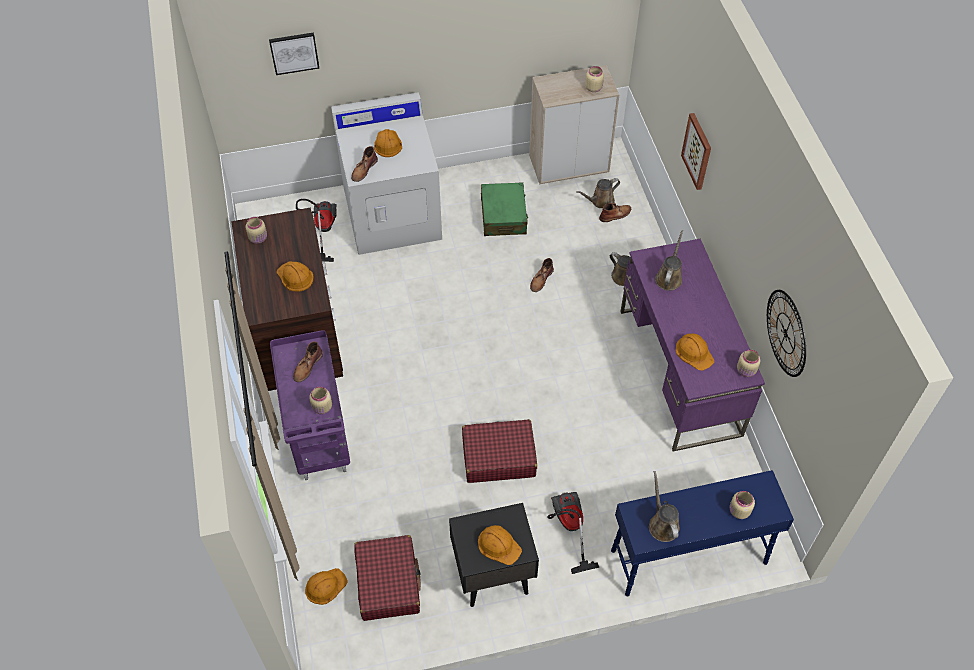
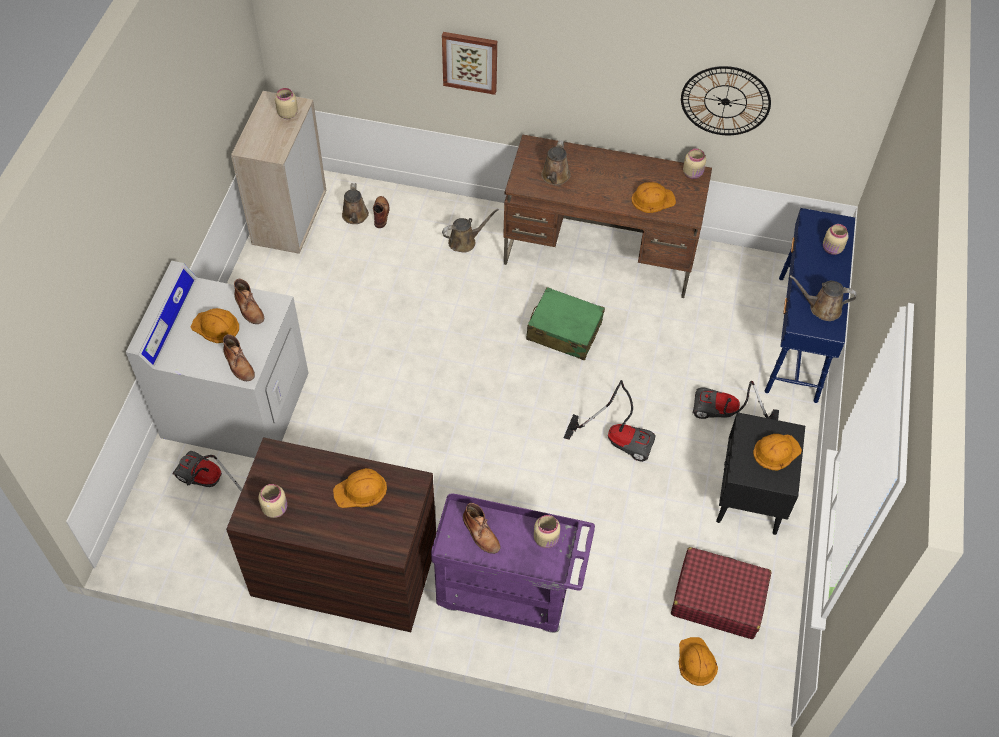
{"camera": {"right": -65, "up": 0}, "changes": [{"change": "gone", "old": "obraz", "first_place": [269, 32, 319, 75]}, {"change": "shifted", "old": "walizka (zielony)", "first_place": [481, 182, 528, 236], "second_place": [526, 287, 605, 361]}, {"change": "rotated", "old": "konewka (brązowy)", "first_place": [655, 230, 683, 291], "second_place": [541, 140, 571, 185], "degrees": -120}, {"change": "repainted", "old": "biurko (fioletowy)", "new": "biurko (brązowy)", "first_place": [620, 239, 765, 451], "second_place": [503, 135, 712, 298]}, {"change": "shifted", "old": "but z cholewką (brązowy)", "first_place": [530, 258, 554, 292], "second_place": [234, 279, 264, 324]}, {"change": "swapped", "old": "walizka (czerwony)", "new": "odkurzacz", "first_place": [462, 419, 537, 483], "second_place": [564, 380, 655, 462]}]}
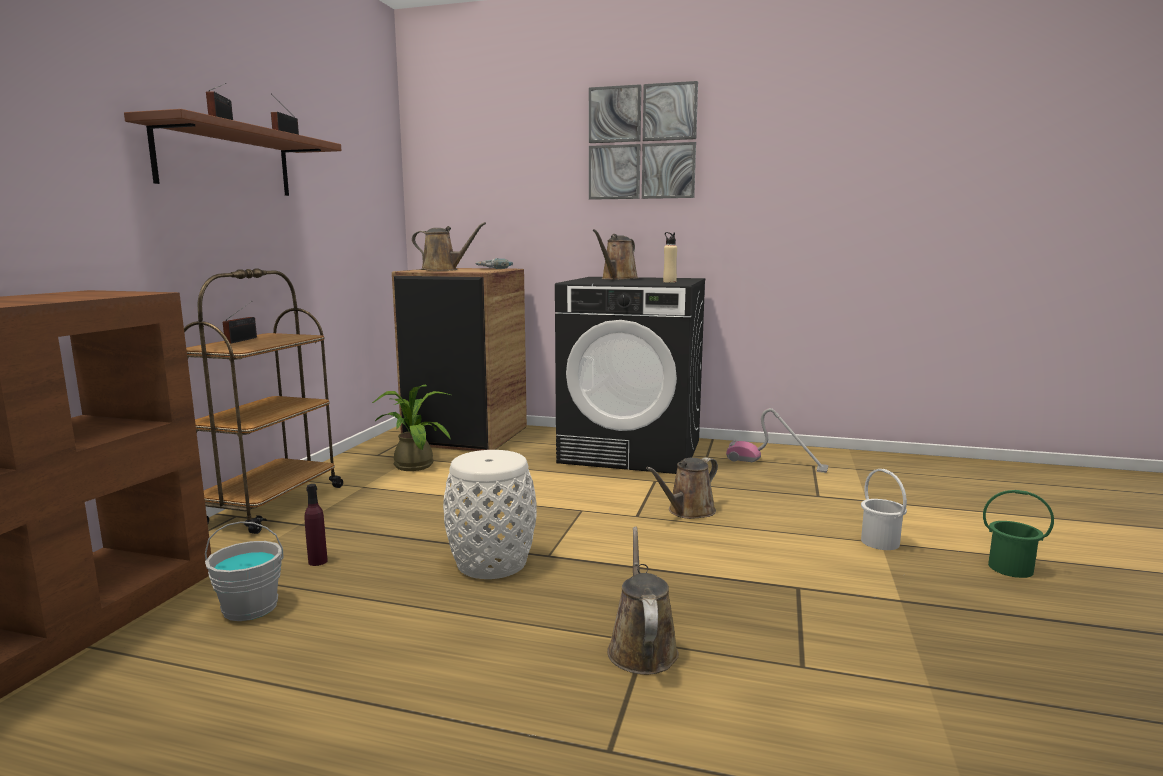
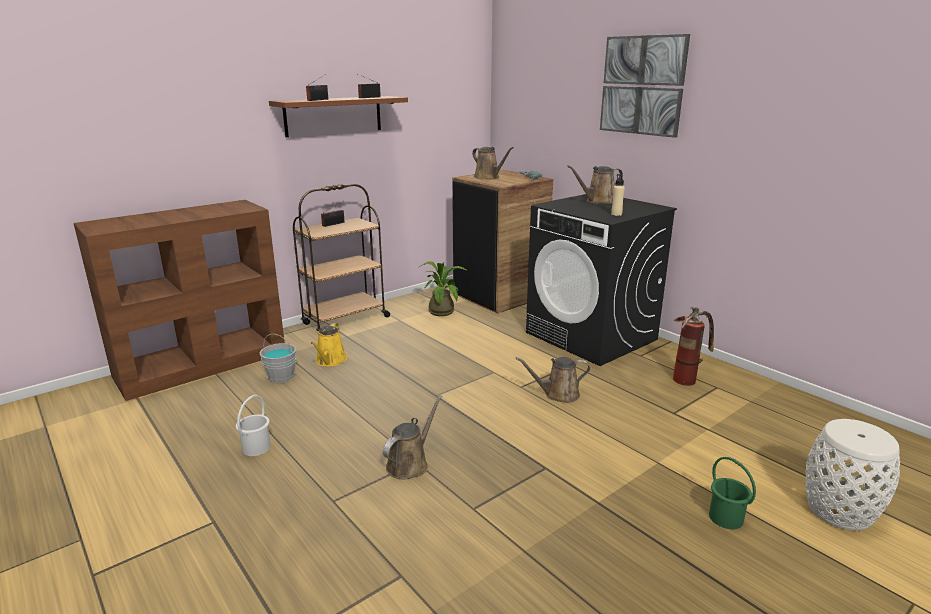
{"camera": {"right": 35, "up": 10}, "changes": [{"change": "swapped", "old": "odkurzacz", "new": "gaśnica", "first_place": [726, 408, 828, 473], "second_place": [673, 307, 714, 386]}, {"change": "shifted", "old": "stołek (biały)", "first_place": [443, 450, 537, 579], "second_place": [806, 419, 900, 531]}, {"change": "shifted", "old": "wiadro (biały)", "first_place": [861, 469, 907, 550], "second_place": [236, 395, 271, 456]}, {"change": "swapped", "old": "butelka (fioletowy)", "new": "konewka (żółty)", "first_place": [304, 484, 328, 566], "second_place": [311, 323, 347, 367]}]}
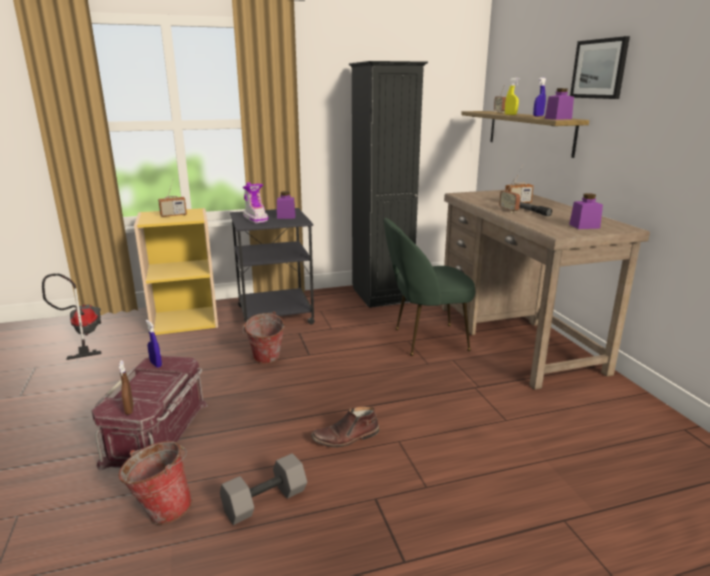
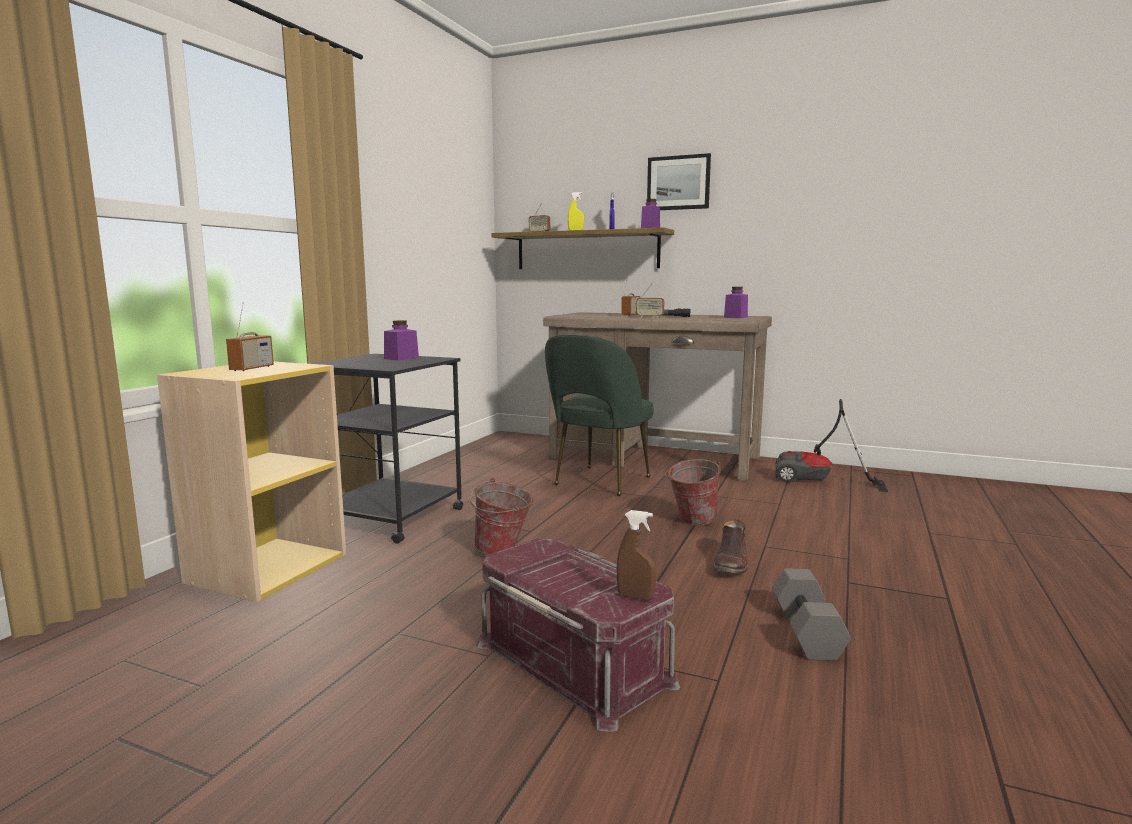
{"camera": {"right": -50, "up": -10}, "changes": [{"change": "gone", "old": "szafka (czarny)", "first_place": [349, 61, 428, 308]}, {"change": "gone", "old": "but z cholewką", "first_place": [243, 182, 268, 223]}, {"change": "shifted", "old": "odkurzacz", "first_place": [42, 274, 101, 360], "second_place": [776, 399, 888, 492]}, {"change": "gone", "old": "spryskiwacz (niebieski)", "first_place": [146, 320, 162, 368]}, {"change": "shifted", "old": "wiadro", "first_place": [118, 441, 192, 525], "second_place": [665, 459, 721, 526]}]}
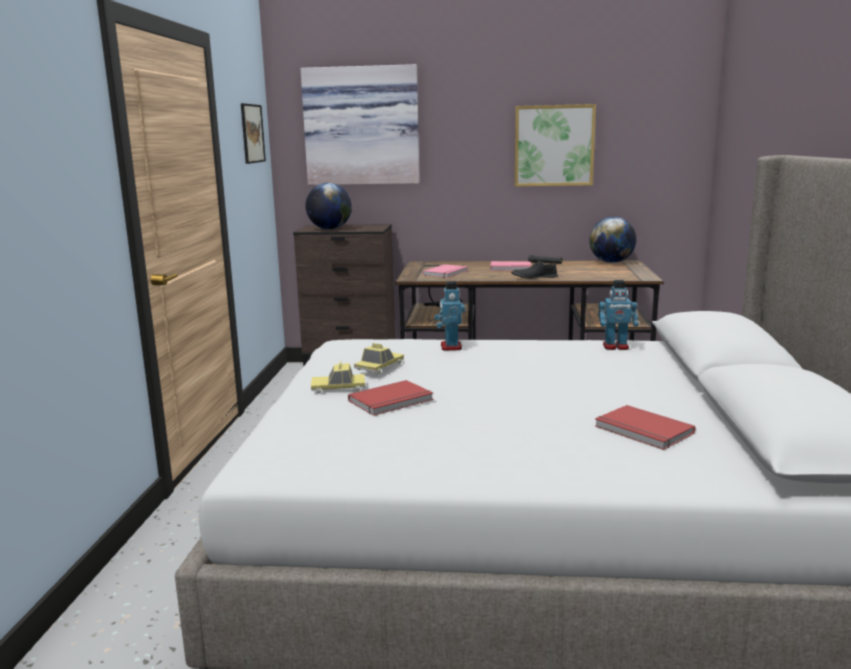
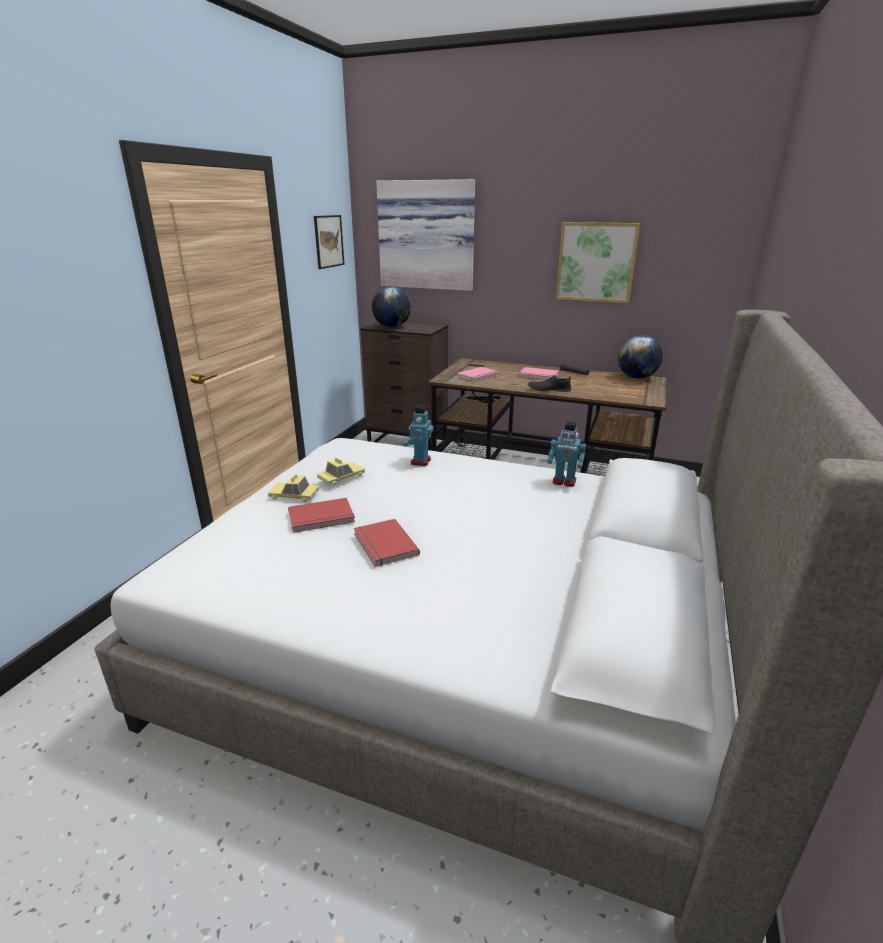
{"camera": {"right": 15, "up": 10}, "changes": [{"change": "shifted", "old": "książka (czerwony)", "first_place": [595, 405, 695, 450], "second_place": [354, 519, 420, 567]}]}
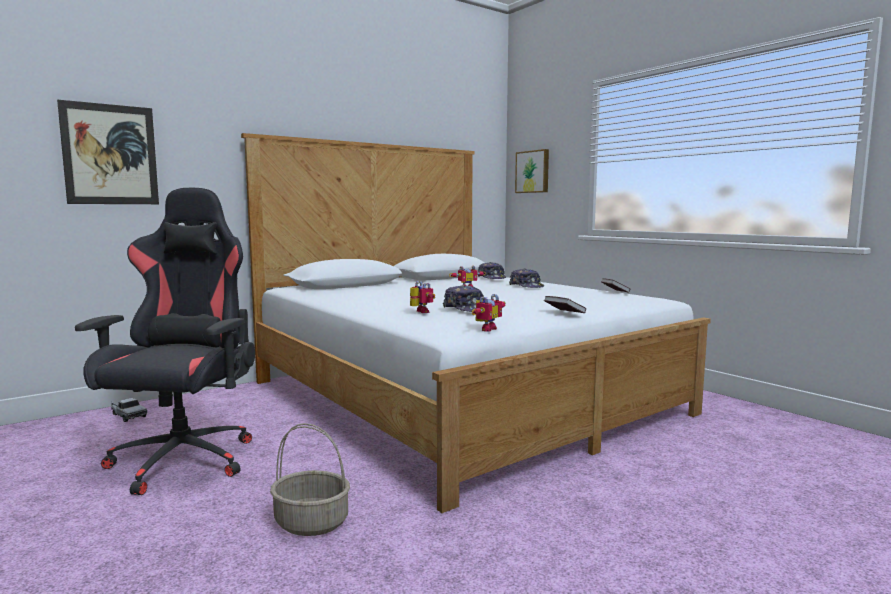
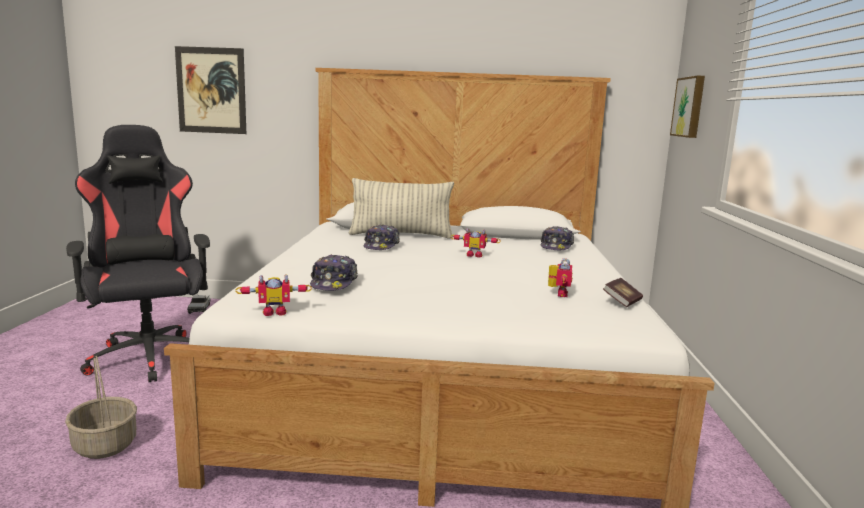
{"camera": {"right": 40, "up": 5}, "changes": [{"change": "rotated", "old": "krzesło biurowe (czarny)", "first_place": [75, 188, 255, 495], "second_place": [66, 125, 210, 382], "degrees": -75}, {"change": "shifted", "old": "czapka z daszkiem", "first_place": [509, 268, 544, 288], "second_place": [363, 225, 400, 250]}, {"change": "shifted", "old": "robot zabawkowy", "first_place": [410, 281, 435, 313], "second_place": [548, 258, 572, 297]}, {"change": "gone", "old": "książka", "first_place": [544, 296, 586, 313]}, {"change": "new", "new": "poduszka", "second_place": [349, 178, 454, 238]}]}
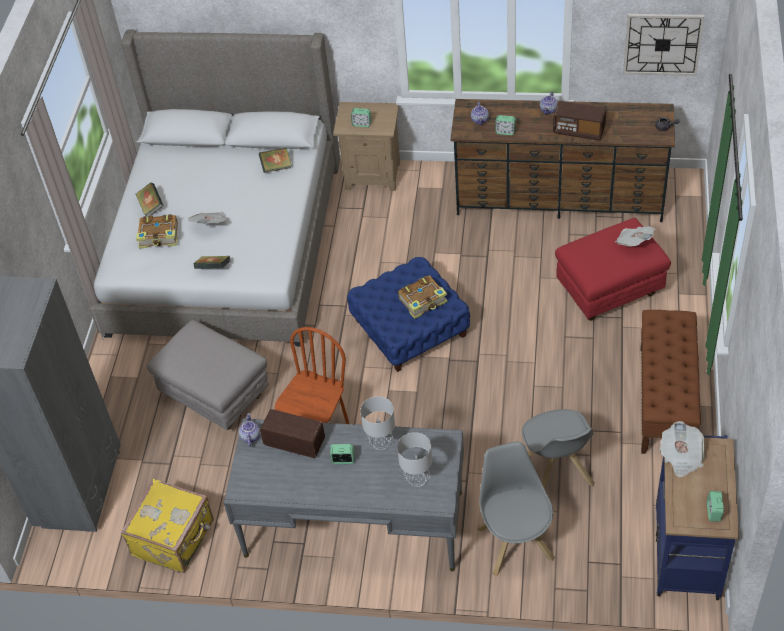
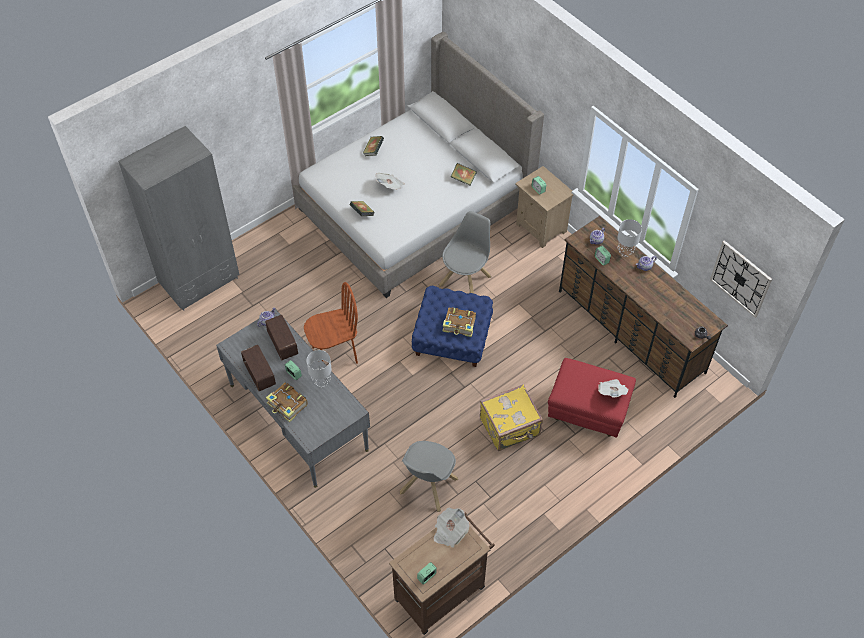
{"camera": {"right": 40, "up": 5}, "changes": [{"change": "shifted", "old": "radio", "first_place": [553, 101, 606, 140], "second_place": [241, 345, 276, 391]}, {"change": "shifted", "old": "książka", "first_place": [136, 214, 178, 249], "second_place": [266, 382, 308, 422]}, {"change": "gone", "old": "ławka (brązowy)", "first_place": [641, 310, 701, 454]}, {"change": "gone", "old": "pufa (szary)", "first_place": [147, 320, 269, 430]}, {"change": "shifted", "old": "lampa stołowa (szary)", "first_place": [397, 432, 432, 487], "second_place": [617, 219, 642, 257]}, {"change": "repainted", "old": "wózek (niebieski)", "new": "wózek (brązowy)", "first_place": [656, 435, 739, 600], "second_place": [389, 512, 495, 635]}, {"change": "shifted", "old": "krzesło (szary)", "first_place": [477, 442, 555, 576], "second_place": [439, 211, 491, 293]}, {"change": "shifted", "old": "walizka (żółty)", "first_place": [121, 478, 214, 573], "second_place": [480, 385, 543, 451]}]}
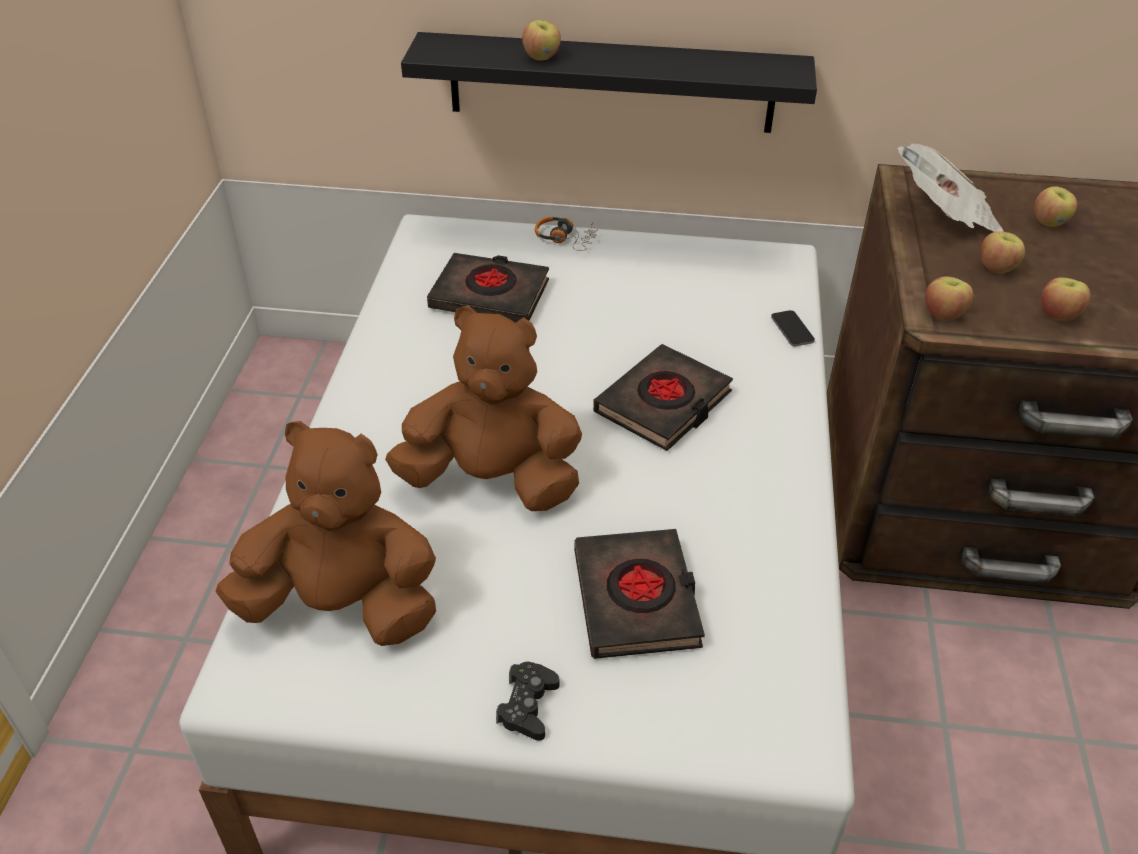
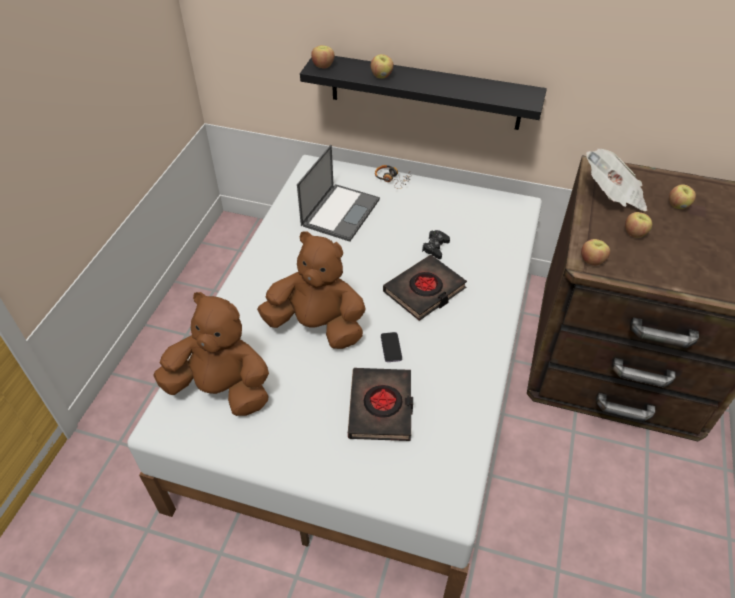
{"camera": {"right": 10, "up": 5}, "changes": [{"change": "swapped", "old": "książka (czarny)", "new": "laptop", "first_place": [427, 253, 549, 323], "second_place": [297, 145, 380, 242]}, {"change": "shifted", "old": "jabłko", "first_place": [1041, 277, 1090, 321], "second_place": [311, 45, 335, 69]}, {"change": "shifted", "old": "telefon", "first_place": [771, 310, 815, 347], "second_place": [381, 332, 402, 362]}, {"change": "shifted", "old": "pad do gier (czarny)", "first_place": [496, 662, 560, 740], "second_place": [422, 230, 450, 259]}]}
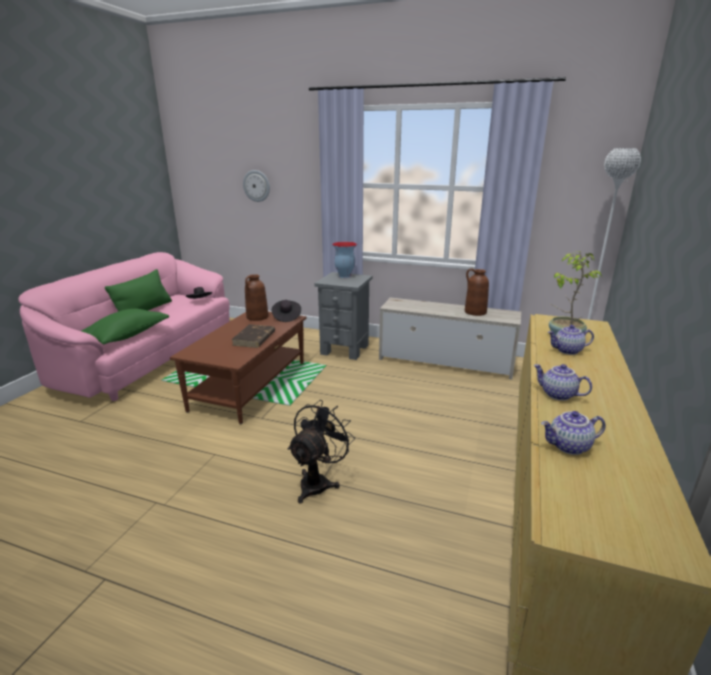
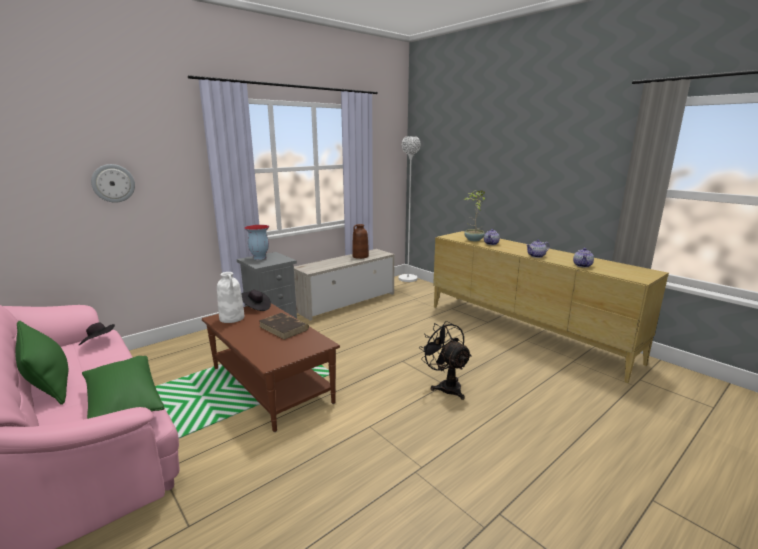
{"camera": {"right": -60, "up": -5}, "changes": [{"change": "repainted", "old": "wazon (brązowy)", "new": "wazon (biały)", "first_place": [245, 274, 268, 321], "second_place": [217, 272, 244, 323]}]}
